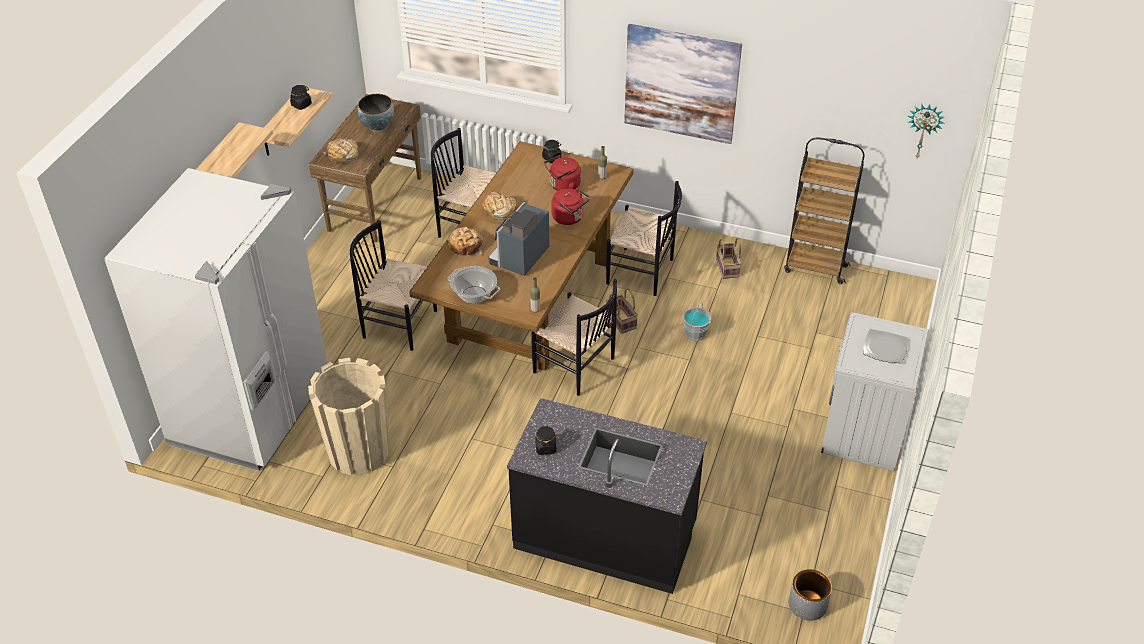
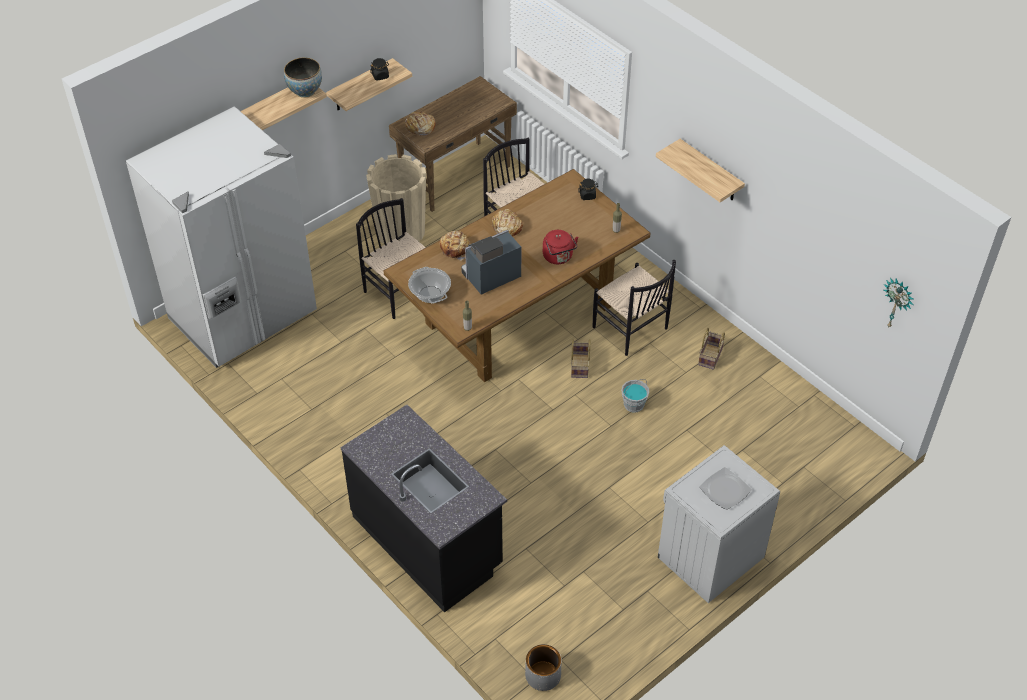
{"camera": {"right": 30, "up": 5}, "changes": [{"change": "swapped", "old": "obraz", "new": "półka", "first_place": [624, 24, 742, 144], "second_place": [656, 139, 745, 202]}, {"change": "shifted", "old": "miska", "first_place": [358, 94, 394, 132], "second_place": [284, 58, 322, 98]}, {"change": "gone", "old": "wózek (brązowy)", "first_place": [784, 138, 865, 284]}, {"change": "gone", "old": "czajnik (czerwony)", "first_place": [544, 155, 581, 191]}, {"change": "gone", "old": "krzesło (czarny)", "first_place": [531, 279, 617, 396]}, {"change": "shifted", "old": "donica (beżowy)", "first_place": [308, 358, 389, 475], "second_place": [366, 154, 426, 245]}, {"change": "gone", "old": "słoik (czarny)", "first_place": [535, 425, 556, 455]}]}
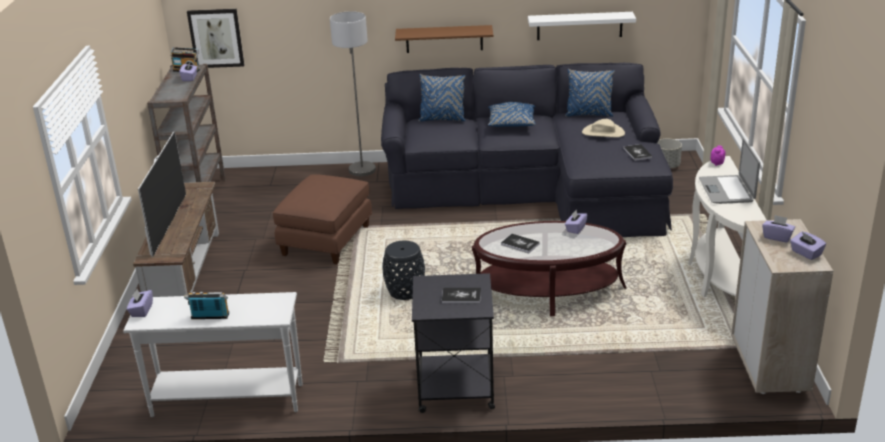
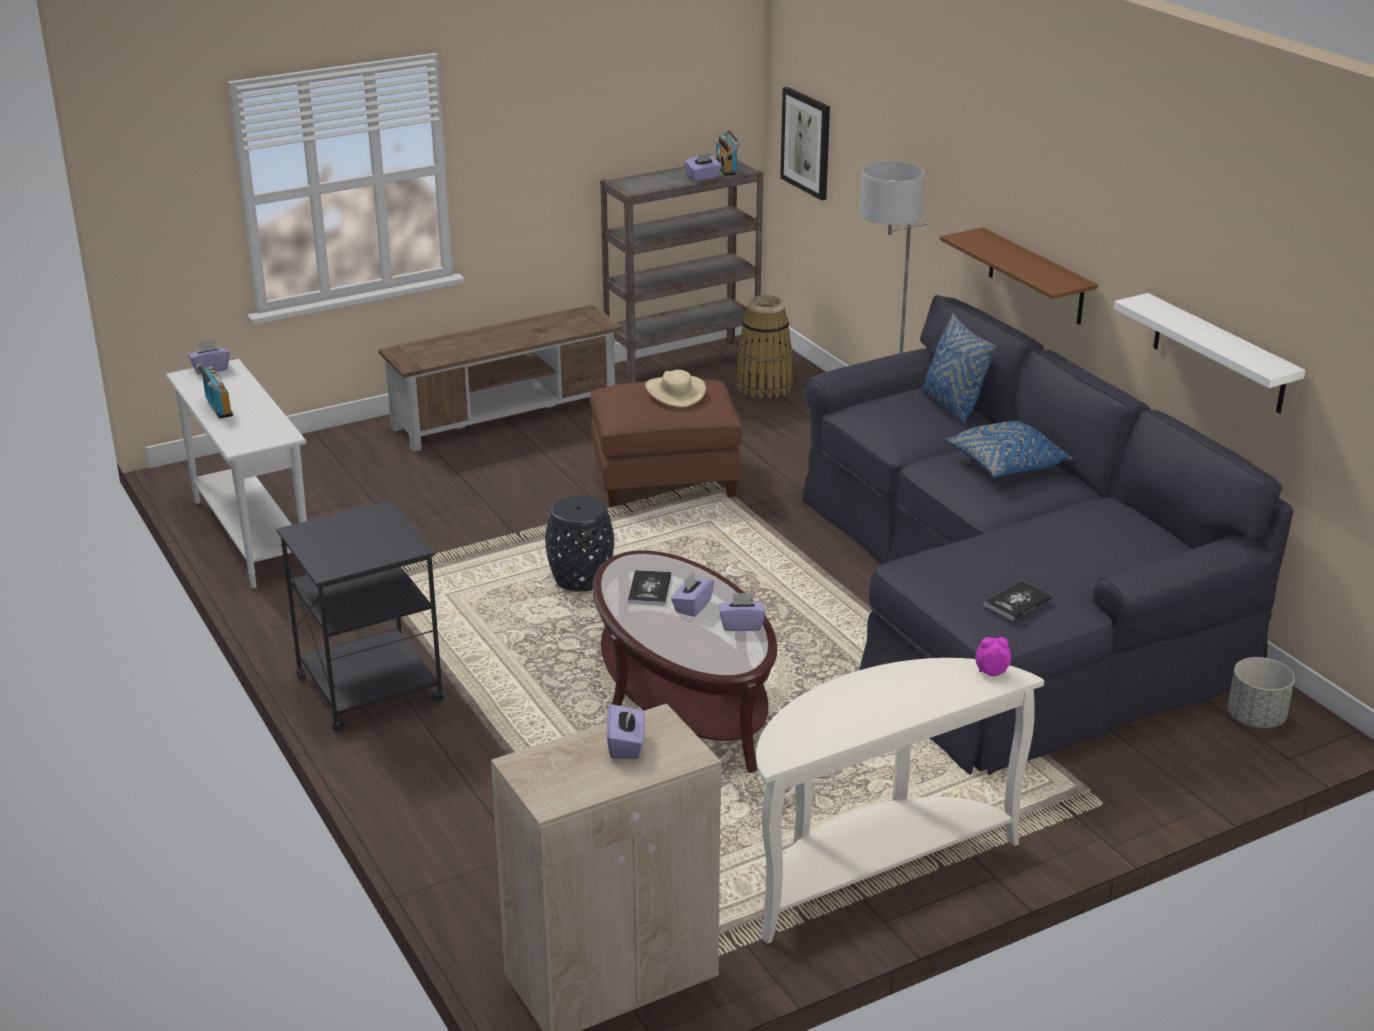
{"camera": {"right": 60, "up": 0}, "changes": [{"change": "gone", "old": "poduszka (niebieski)", "first_place": [565, 69, 615, 117]}, {"change": "shifted", "old": "kapelusz (beżowy)", "first_place": [582, 119, 625, 137], "second_place": [645, 370, 706, 407]}, {"change": "gone", "old": "telewizor", "first_place": [138, 132, 186, 257]}, {"change": "gone", "old": "laptop", "first_place": [699, 139, 760, 204]}, {"change": "shifted", "old": "pudełko chusteczek (fioletowy)", "first_place": [790, 231, 826, 260], "second_place": [671, 572, 714, 617]}, {"change": "gone", "old": "książka", "first_place": [442, 288, 481, 304]}, {"change": "new", "new": "koszyk", "second_place": [736, 295, 793, 399]}]}
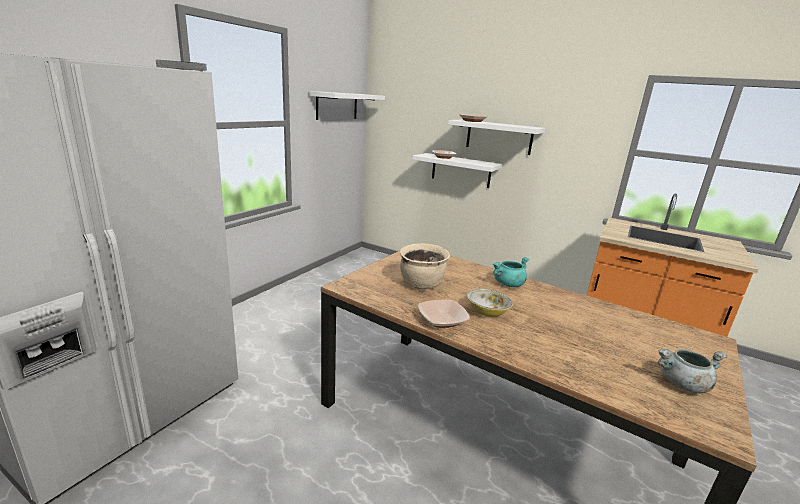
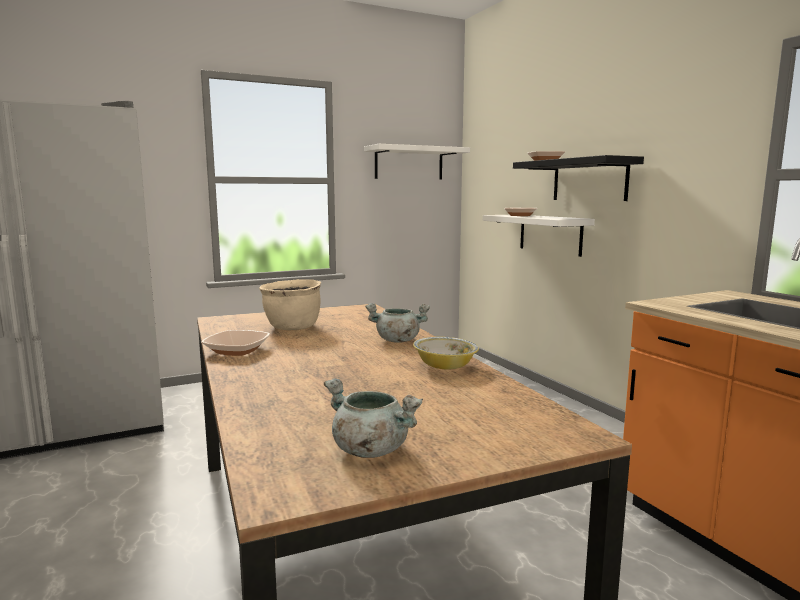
{"camera": {"right": 35, "up": -10}, "changes": [{"change": "repainted", "old": "półka (biały)", "new": "półka (czarny)", "first_place": [448, 120, 546, 155], "second_place": [513, 155, 644, 201]}, {"change": "repainted", "old": "garnek (turkusowy)", "new": "garnek (szary)", "first_place": [493, 257, 529, 287], "second_place": [365, 303, 430, 343]}, {"change": "shifted", "old": "miska", "first_place": [467, 289, 513, 317], "second_place": [413, 337, 479, 370]}]}
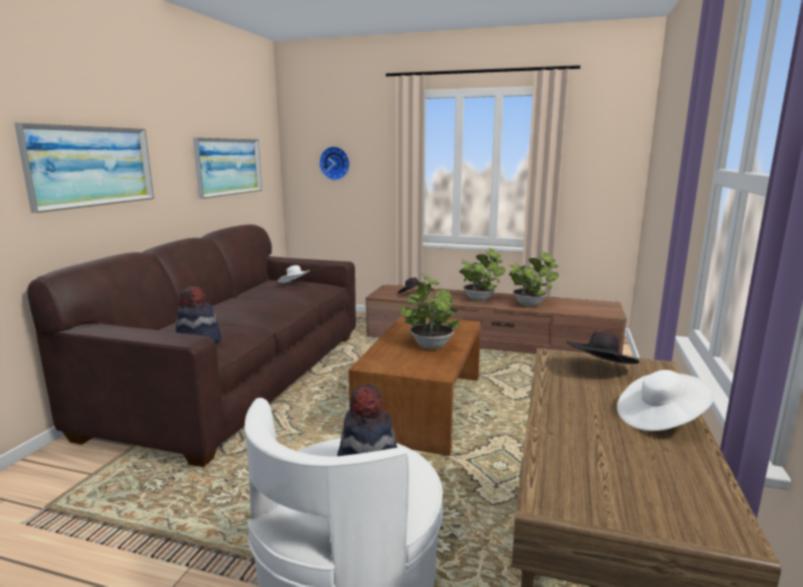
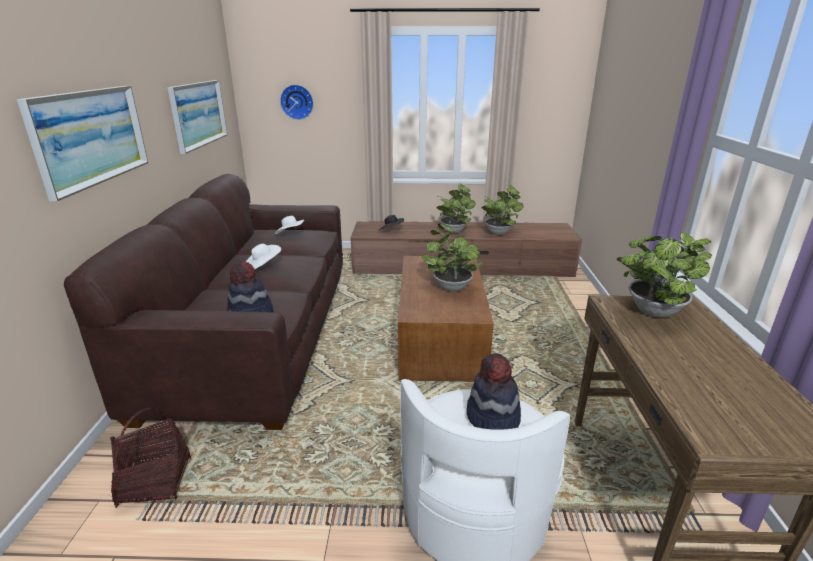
{"camera": {"right": -15, "up": 10}, "changes": [{"change": "swapped", "old": "kapelusz (czarny)", "new": "roślina doniczkowa", "first_place": [566, 332, 639, 364], "second_place": [617, 232, 712, 318]}, {"change": "shifted", "old": "kapelusz (biały)", "first_place": [617, 370, 714, 431], "second_place": [246, 244, 281, 269]}, {"change": "new", "new": "koszyk", "second_place": [110, 407, 191, 508]}]}
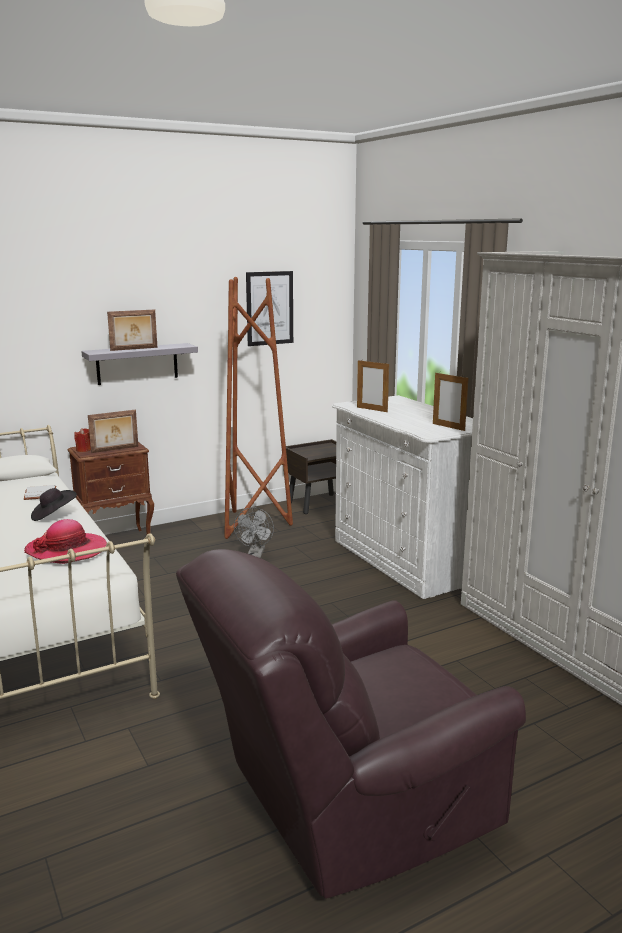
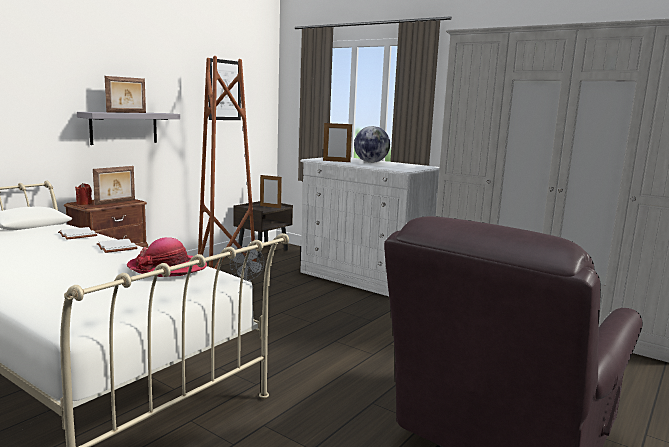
{"camera": {"right": -25, "up": -5}, "changes": [{"change": "shifted", "old": "ramka na zdjęcie", "first_place": [433, 372, 468, 431], "second_place": [260, 175, 282, 208]}, {"change": "swapped", "old": "kapelusz (czarny)", "new": "książka (biały)", "first_place": [31, 488, 77, 521], "second_place": [97, 239, 138, 253]}, {"change": "new", "new": "globus", "second_place": [354, 126, 390, 163]}]}
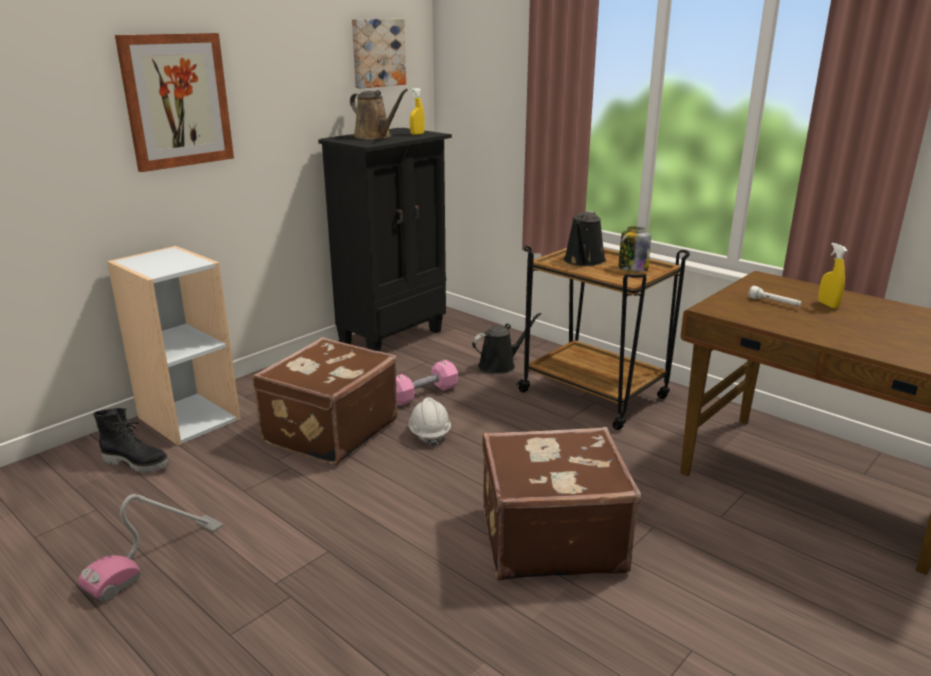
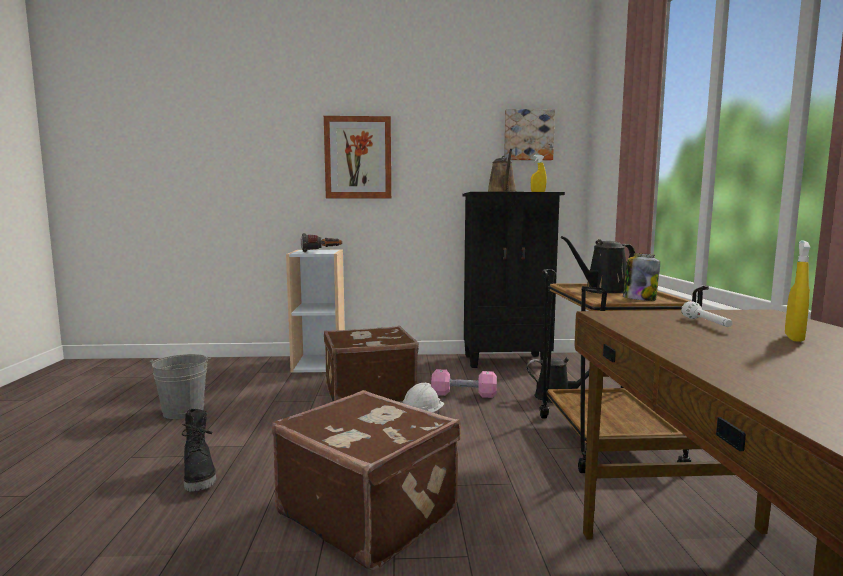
{"camera": {"right": 45, "up": -15}, "changes": [{"change": "shifted", "old": "but z cholewką (czarny)", "first_place": [93, 408, 170, 473], "second_place": [181, 409, 216, 492]}, {"change": "swapped", "old": "odkurzacz", "new": "wiadro (szary)", "first_place": [78, 494, 223, 602], "second_place": [150, 354, 211, 419]}, {"change": "new", "new": "latarka", "second_place": [300, 233, 342, 252]}]}
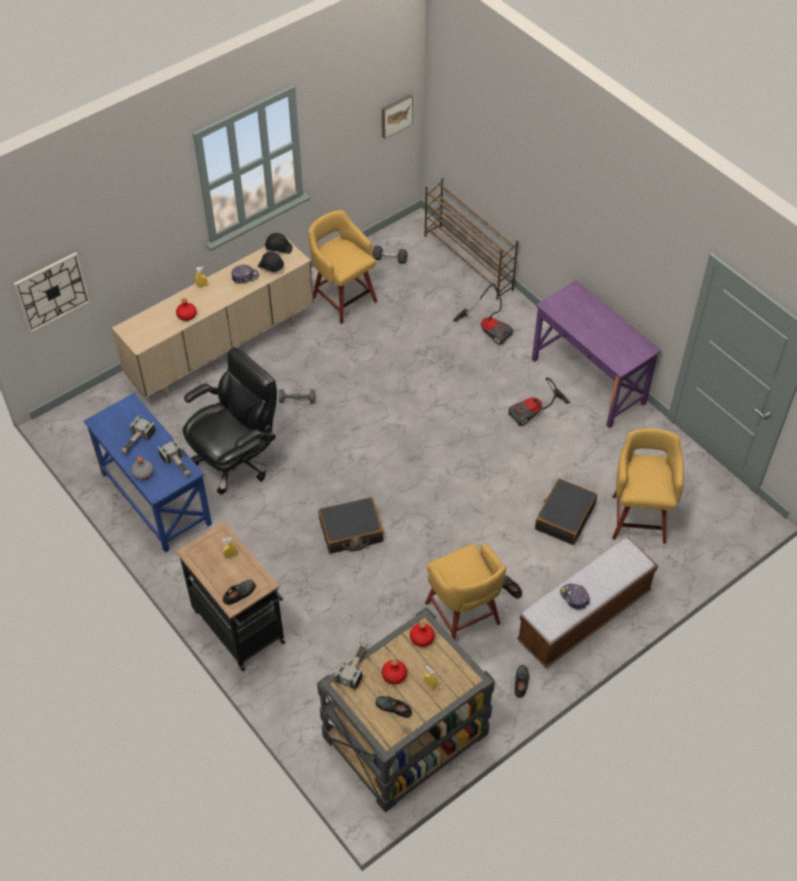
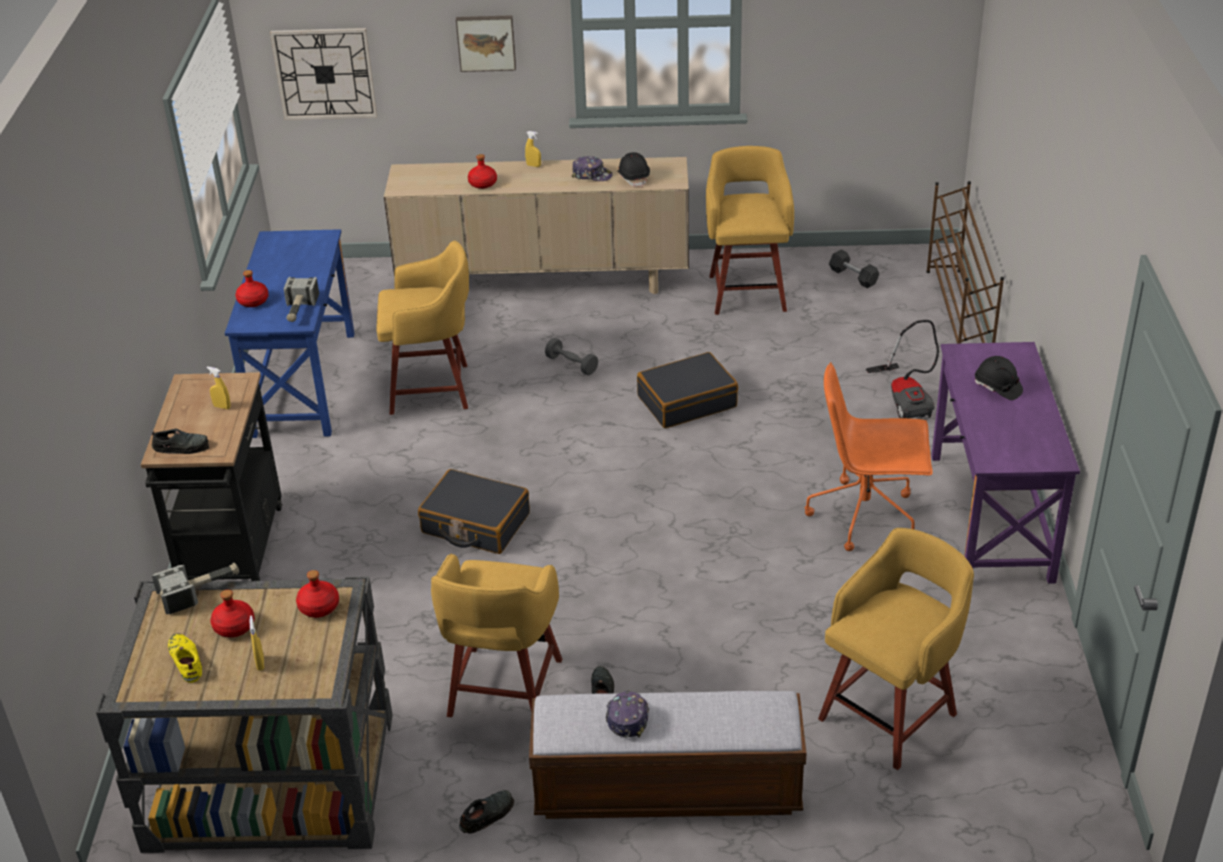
{"camera": {"right": 40, "up": -15}, "changes": [{"change": "shifted", "old": "obraz", "first_place": [382, 94, 413, 139], "second_place": [456, 15, 516, 72]}, {"change": "shifted", "old": "kask (czarny)", "first_place": [265, 233, 292, 254], "second_place": [975, 356, 1023, 400]}, {"change": "swapped", "old": "krzesło biurowe (czarny)", "new": "stołek (żółty)", "first_place": [183, 347, 277, 495], "second_place": [376, 241, 469, 415]}, {"change": "swapped", "old": "odkurzacz", "new": "krzesło biurowe (pomarańczowy)", "first_place": [508, 377, 570, 426], "second_place": [805, 362, 933, 551]}, {"change": "gone", "old": "młotek", "first_place": [121, 415, 156, 454]}, {"change": "repainted", "old": "butelka (szary)", "new": "butelka (czerwony)", "first_place": [131, 457, 154, 480], "second_place": [235, 270, 269, 307]}, {"change": "shifted", "old": "walizka (czarny)", "first_place": [535, 478, 597, 545], "second_place": [637, 352, 738, 428]}, {"change": "repainted", "old": "but (czarny)", "new": "but (żółty)", "first_place": [375, 696, 412, 718], "second_place": [168, 633, 202, 683]}]}
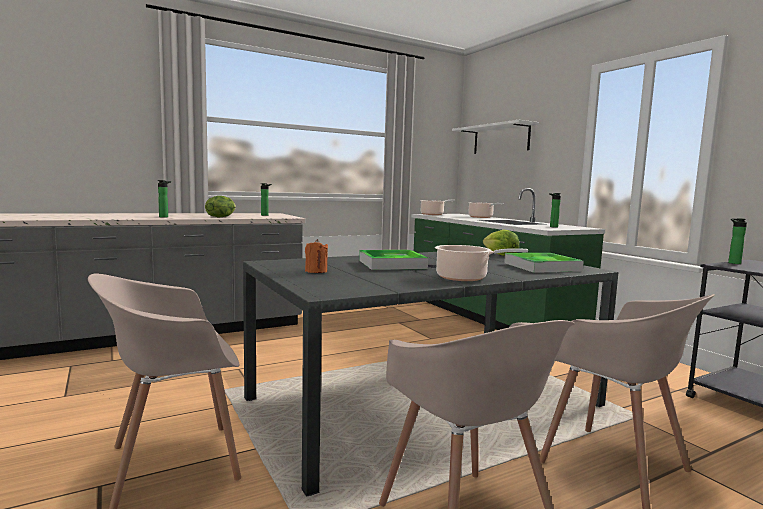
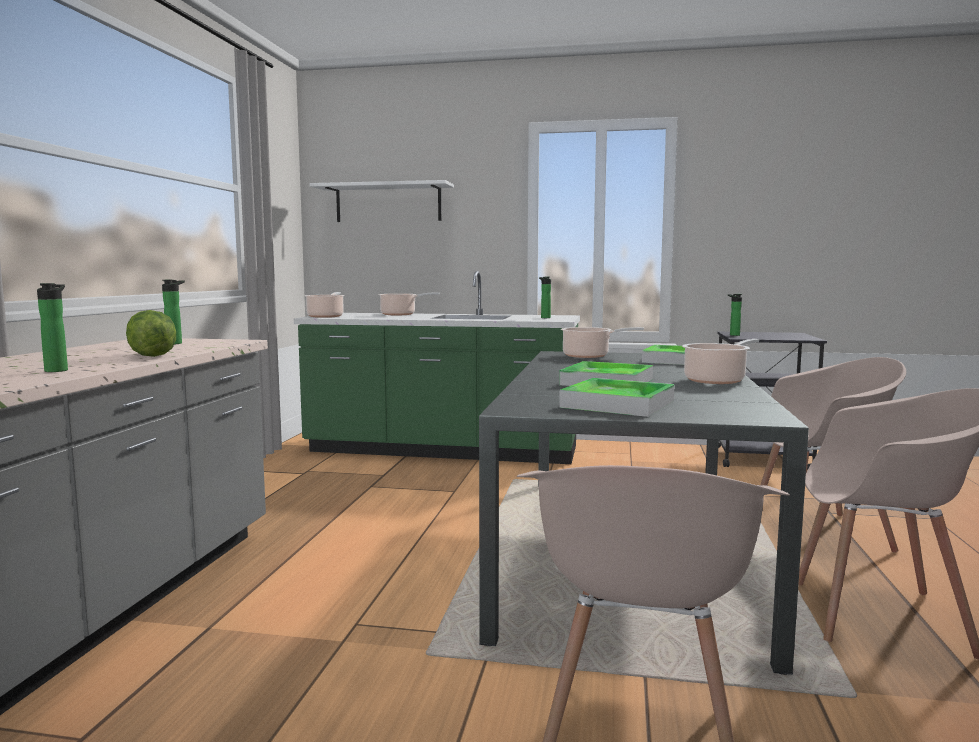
{"camera": {"right": -50, "up": 0}, "changes": [{"change": "swapped", "old": "sałata", "new": "garnek", "first_place": [483, 229, 519, 256], "second_place": [561, 327, 644, 358]}, {"change": "swapped", "old": "świeca (pomarańczowy)", "new": "taca", "first_place": [305, 239, 328, 273], "second_place": [559, 378, 675, 417]}]}
